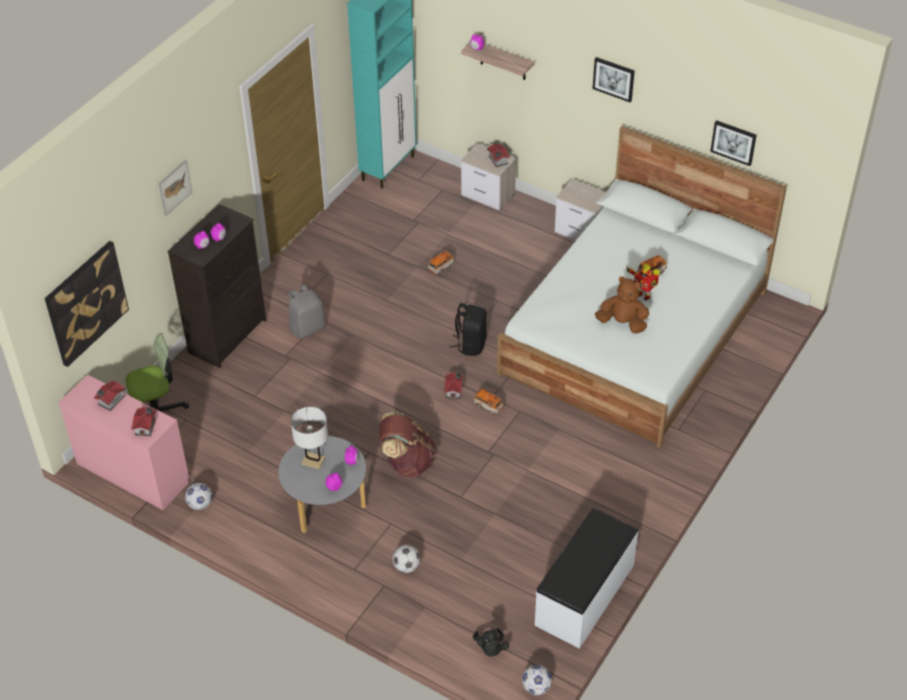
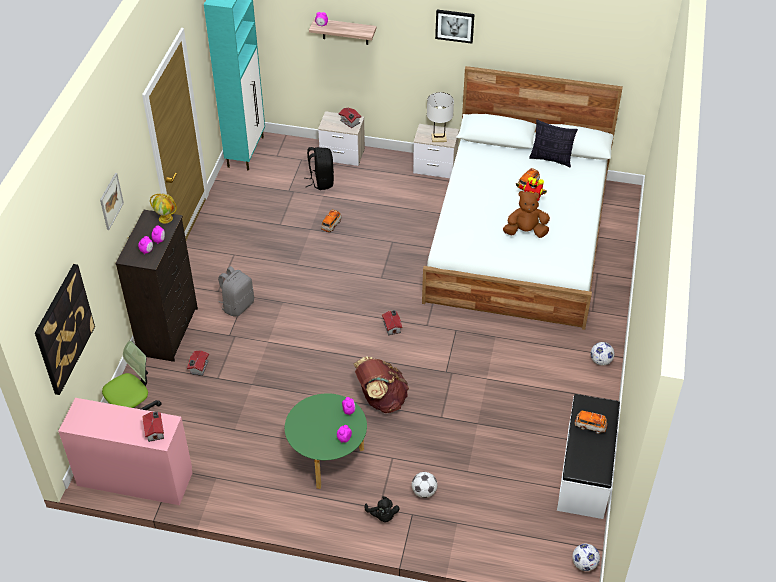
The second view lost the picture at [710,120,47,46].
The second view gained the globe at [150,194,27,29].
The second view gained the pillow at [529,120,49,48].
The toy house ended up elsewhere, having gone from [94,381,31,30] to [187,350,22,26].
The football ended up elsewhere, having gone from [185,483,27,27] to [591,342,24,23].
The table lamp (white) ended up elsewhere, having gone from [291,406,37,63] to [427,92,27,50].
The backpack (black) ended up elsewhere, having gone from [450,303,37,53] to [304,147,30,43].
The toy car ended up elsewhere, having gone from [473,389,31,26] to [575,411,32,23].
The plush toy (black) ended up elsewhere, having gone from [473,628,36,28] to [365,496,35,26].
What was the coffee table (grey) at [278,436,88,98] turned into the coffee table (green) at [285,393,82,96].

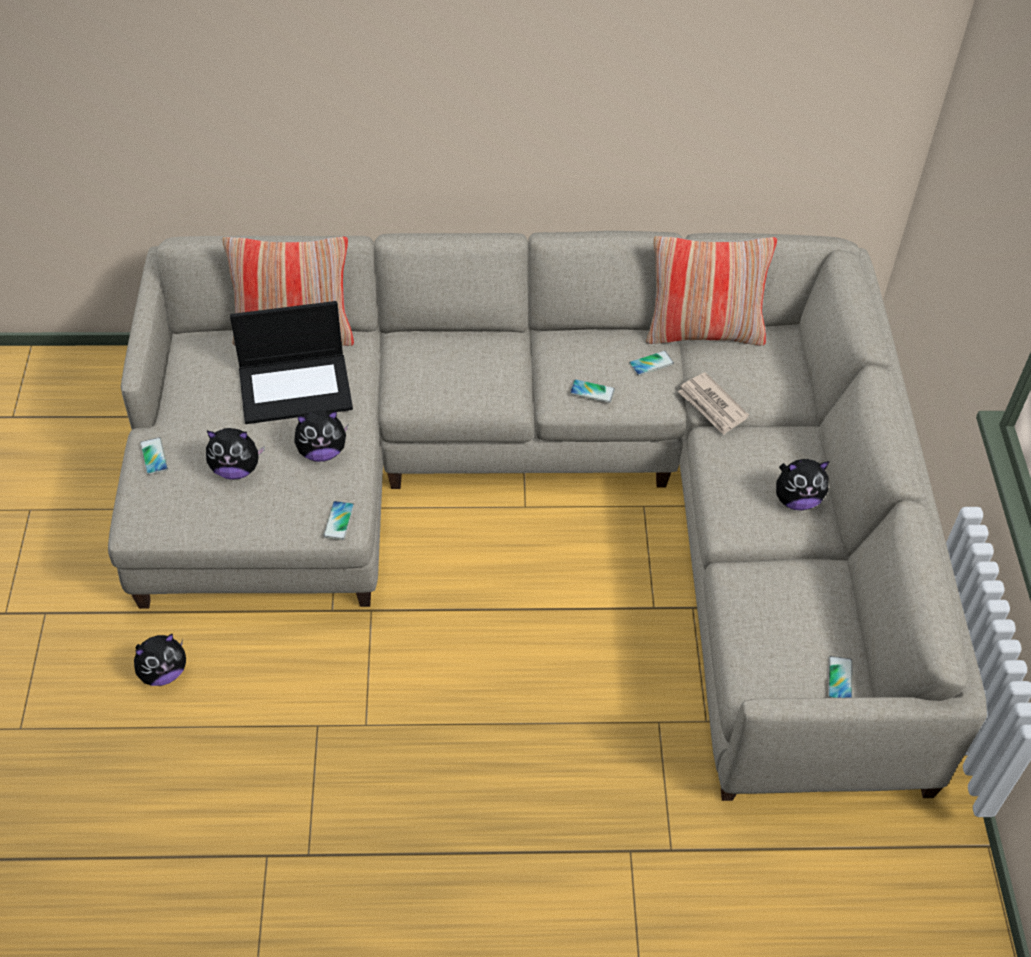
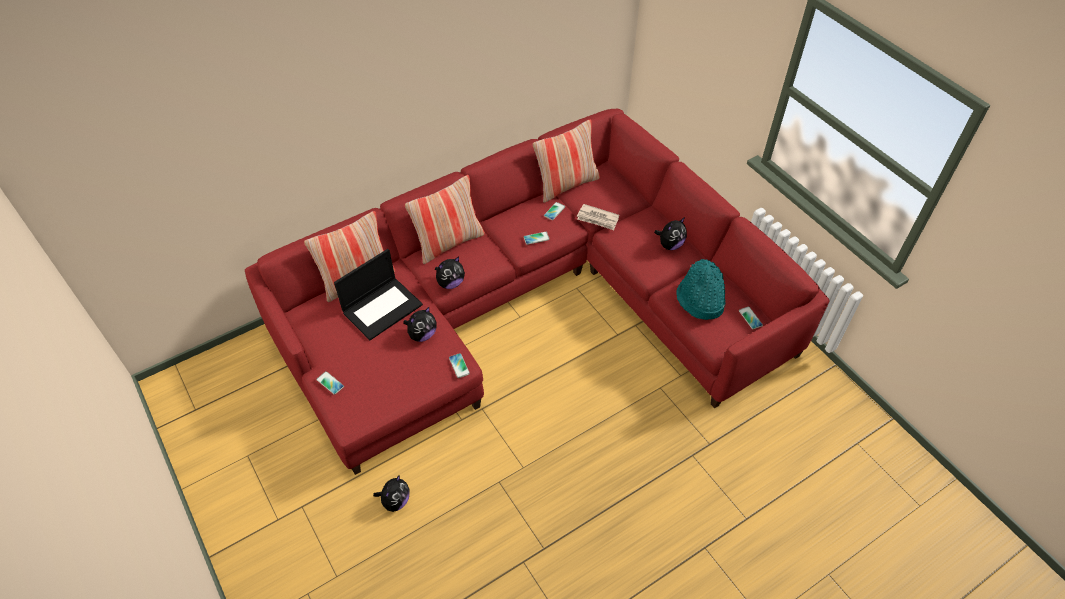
The second view gained the pillow at [405,175,80,89].
The second view gained the hat (turquoise) at [676,259,49,61].
The plush toy ended up elsewhere, having gone from [206,428,59,52] to [435,257,30,32].
What was the sofa (beige) at [108,231,879,570] turned into the sofa (red) at [245,109,585,366].

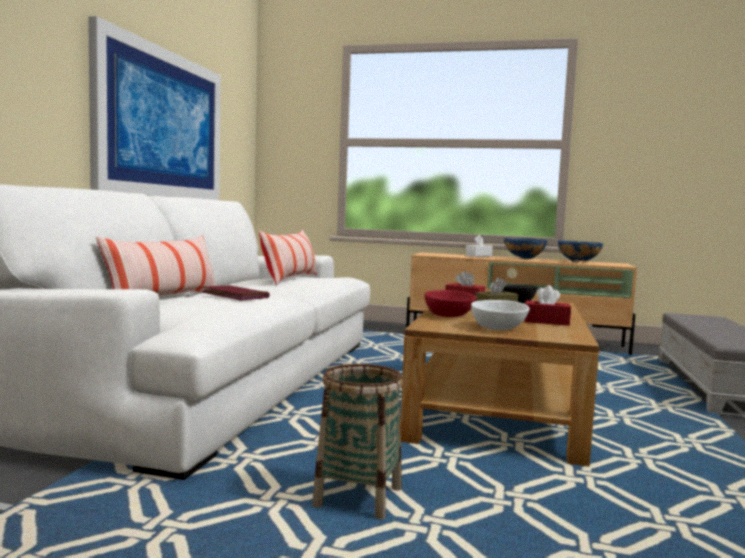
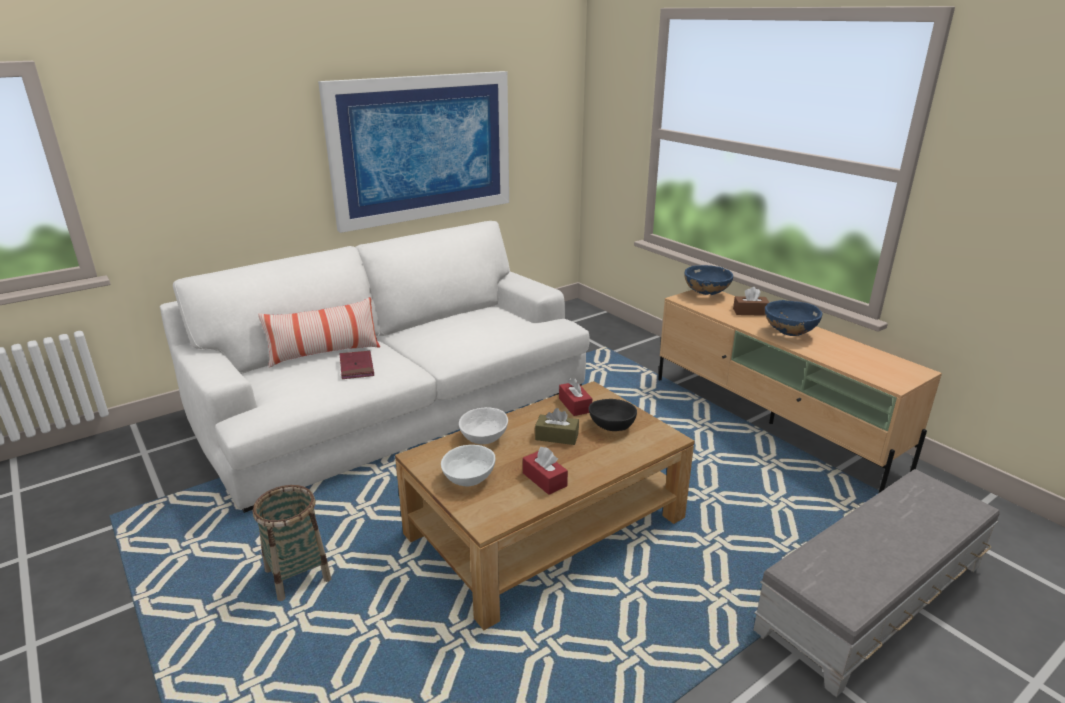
The second view lost the pillow at [259,230,58,55].
The bowl (blue) ended up elsewhere, having gone from [558,240,45,23] to [684,265,49,30].
What was the bowl (red) at [425,290,52,27] turned into the bowl (white) at [459,407,49,37].
What was the tissue box (white) at [466,235,27,22] turned into the tissue box (brown) at [733,287,37,29].

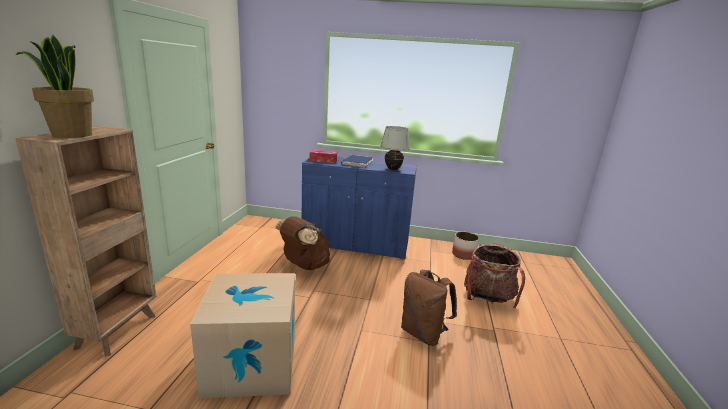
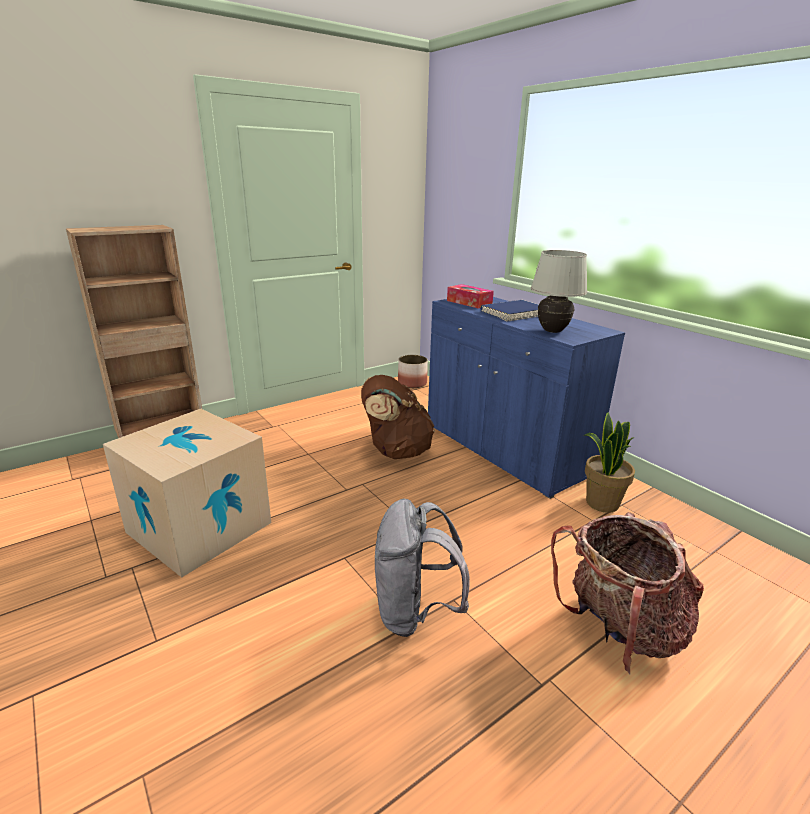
The potted plant ended up elsewhere, having gone from [16,35,78,103] to [585,412,50,101].
The planter ended up elsewhere, having gone from [452,232,27,28] to [398,355,30,33].
What was the backpack (brown) at [401,270,56,76] turned into the backpack (grey) at [375,499,95,138].

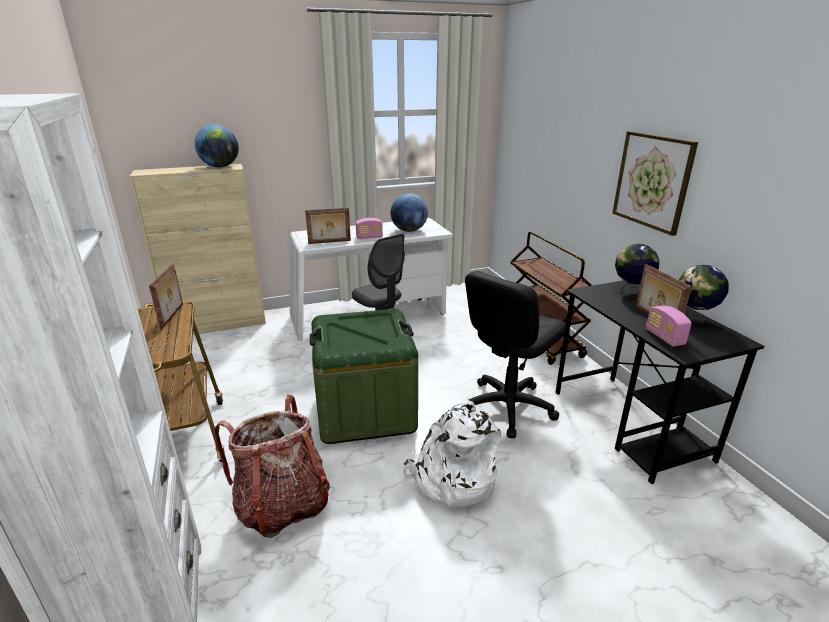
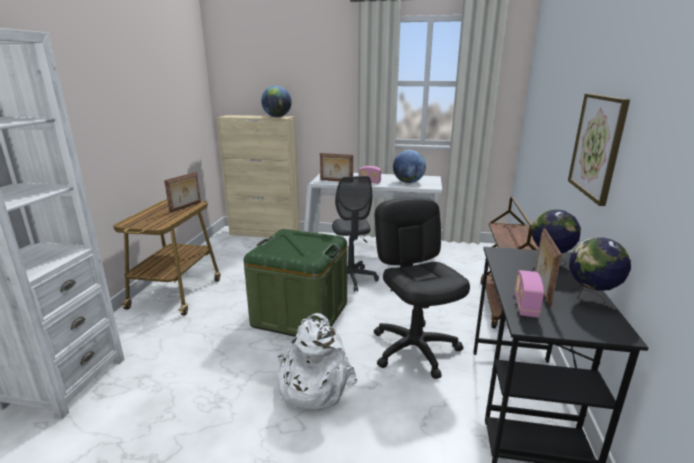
The second view lost the backpack at [214,395,116,143].
The office chair (black) at [461,271,106,167] ended up facing another way, 90 degrees clockwise from before.

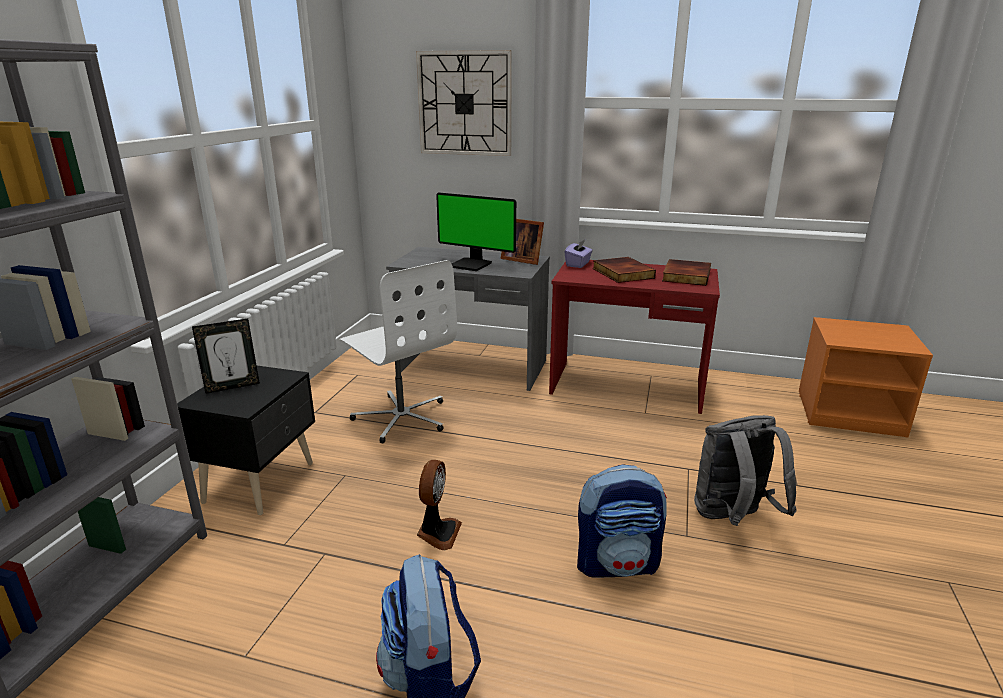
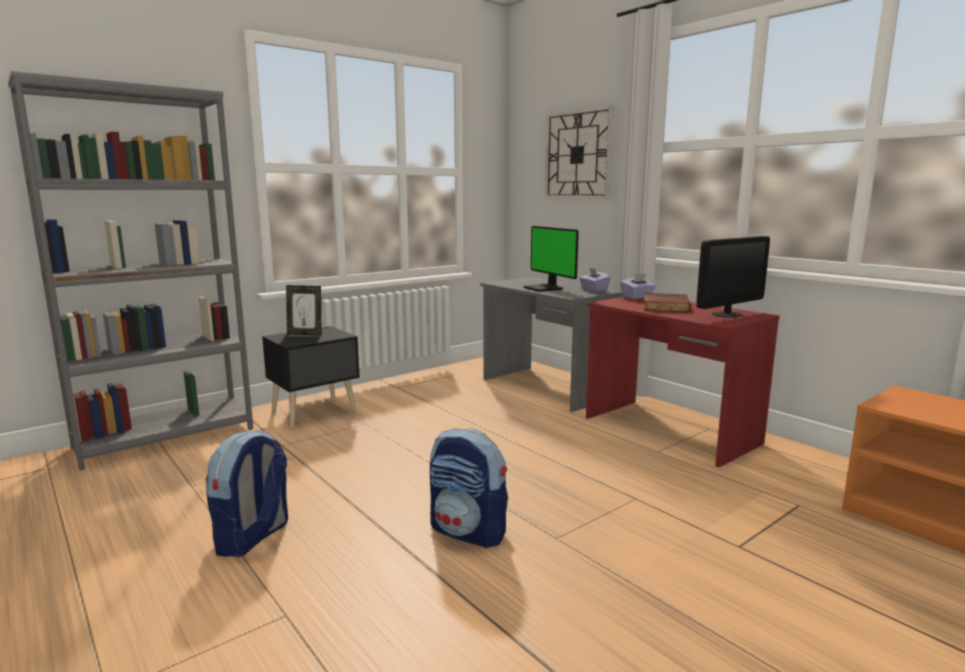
The second view lost the office chair (white) at [340,260,117,184].
The second view lost the fan at [417,460,45,90].
The second view lost the backpack (grey) at [694,415,103,111].
Where the picture frame stood at [501,219,43,46], the tissue box (purple) came to stand at [579,267,31,25].
Where the book stood at [662,259,49,27], the monitor came to stand at [696,236,74,82].

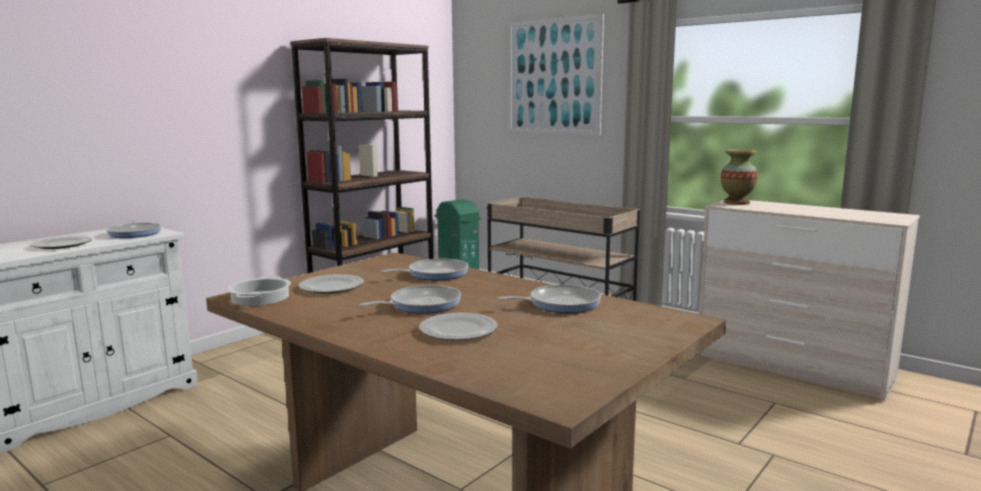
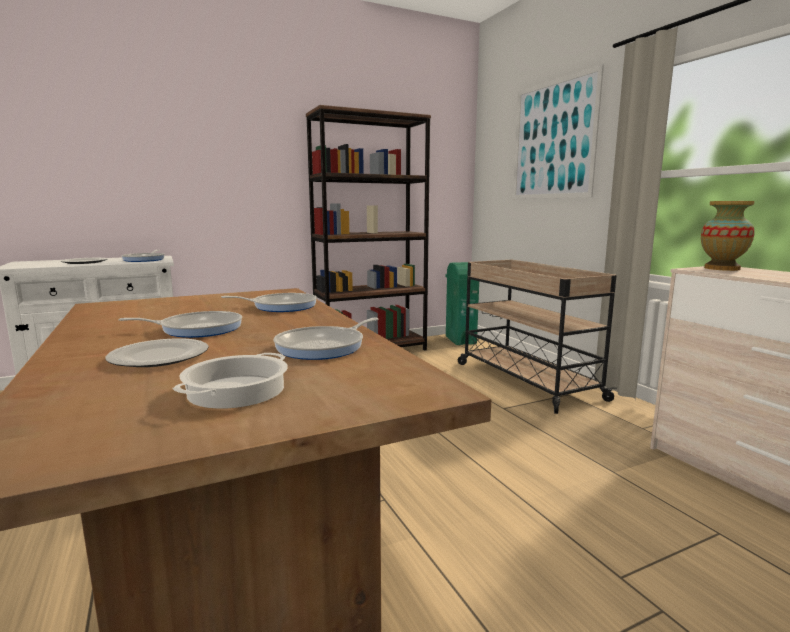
The second view lost the plate at [299,274,65,19].
The cooking pot ended up elsewhere, having gone from [227,276,64,30] to [172,353,116,56].
The frying pan at [497,285,104,28] ended up facing another way, 120 degrees clockwise from before.

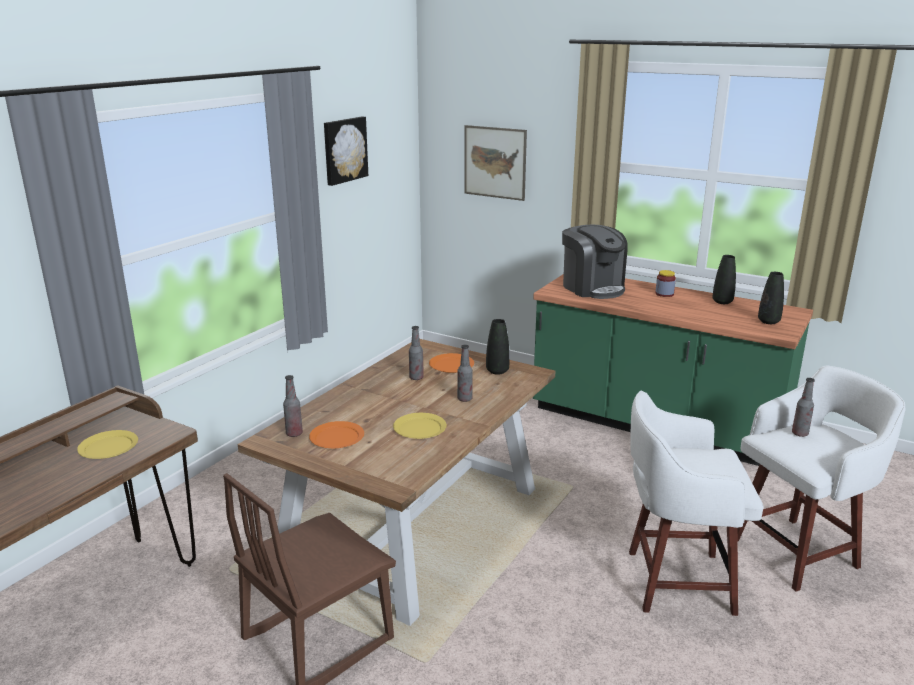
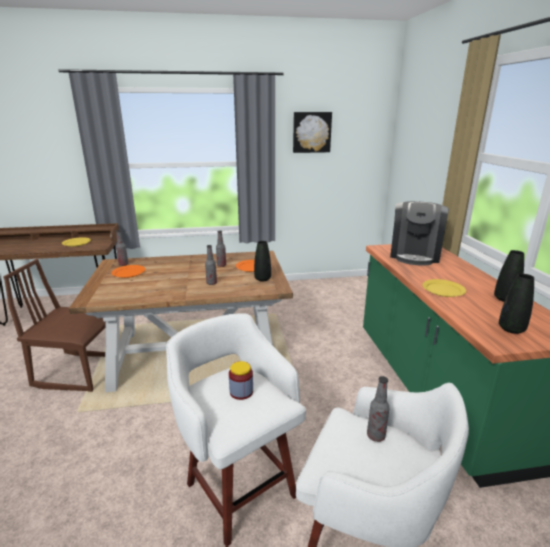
The second view lost the picture at [464,125,63,76].
The plate (yellow) ended up elsewhere, having gone from [393,413,54,26] to [422,279,44,18].
The jar ended up elsewhere, having gone from [655,270,21,27] to [229,361,24,39].

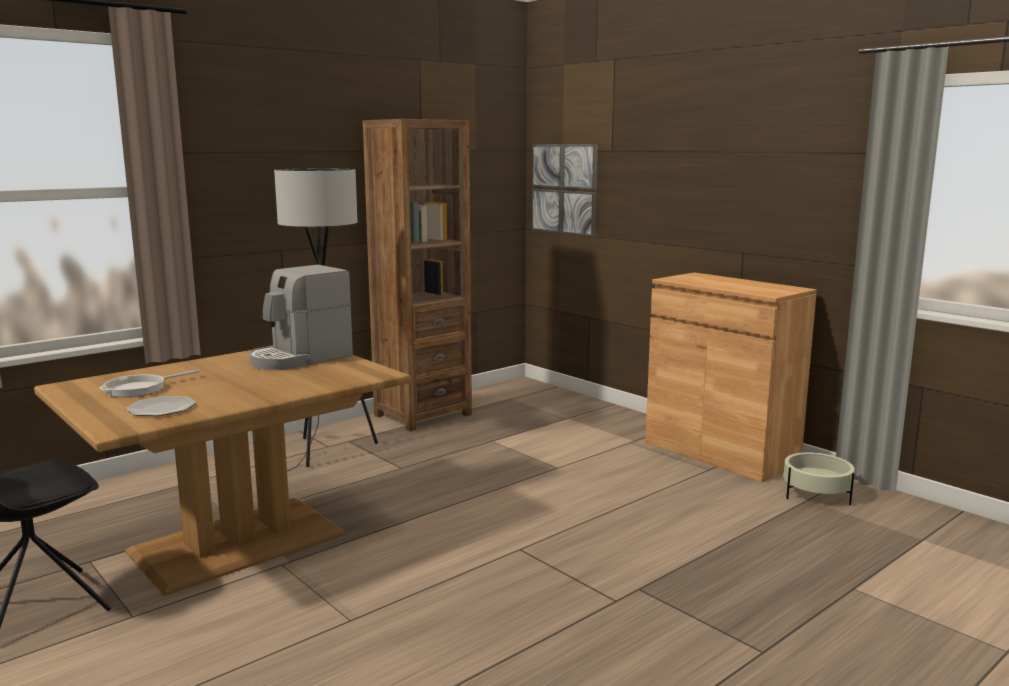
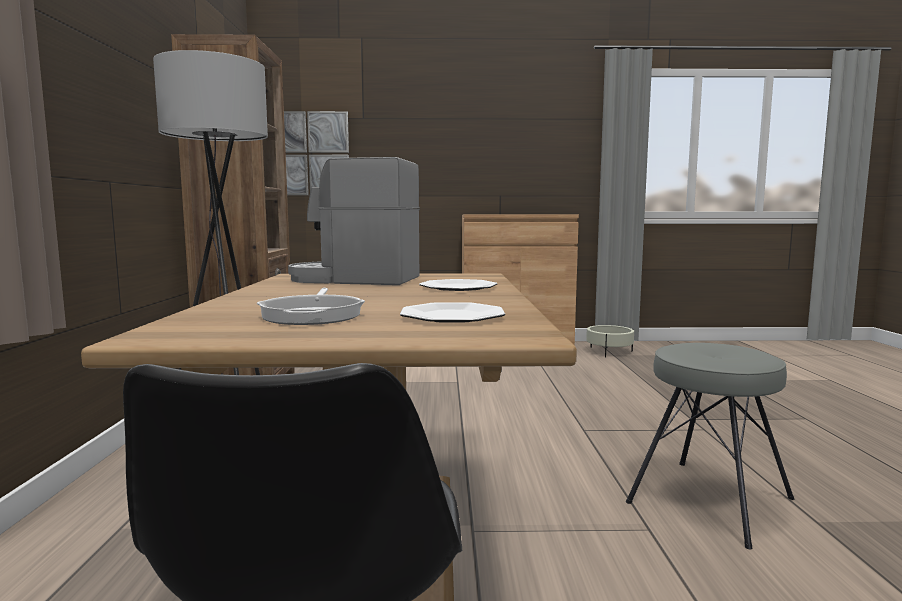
The second view gained the plate at [419,279,78,12].
The second view gained the stool (grey) at [626,343,168,206].
The coffee machine at [249,265,104,105] ended up facing another way, 105 degrees clockwise from before.

